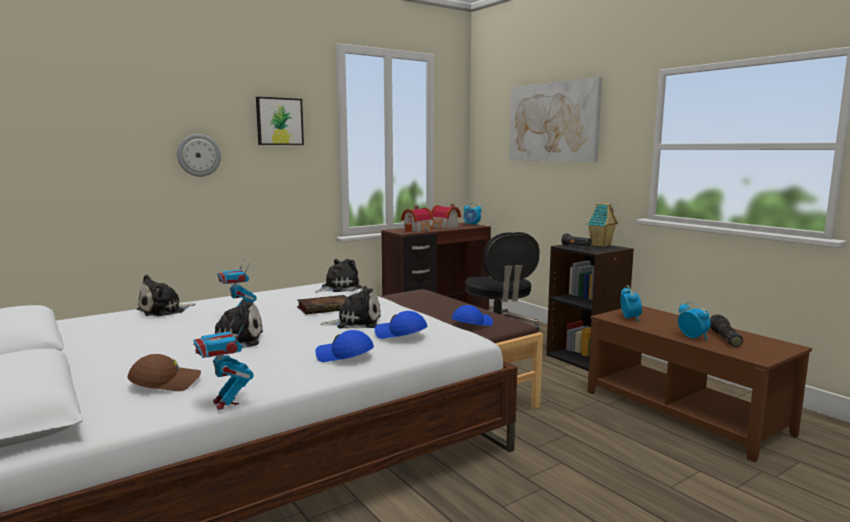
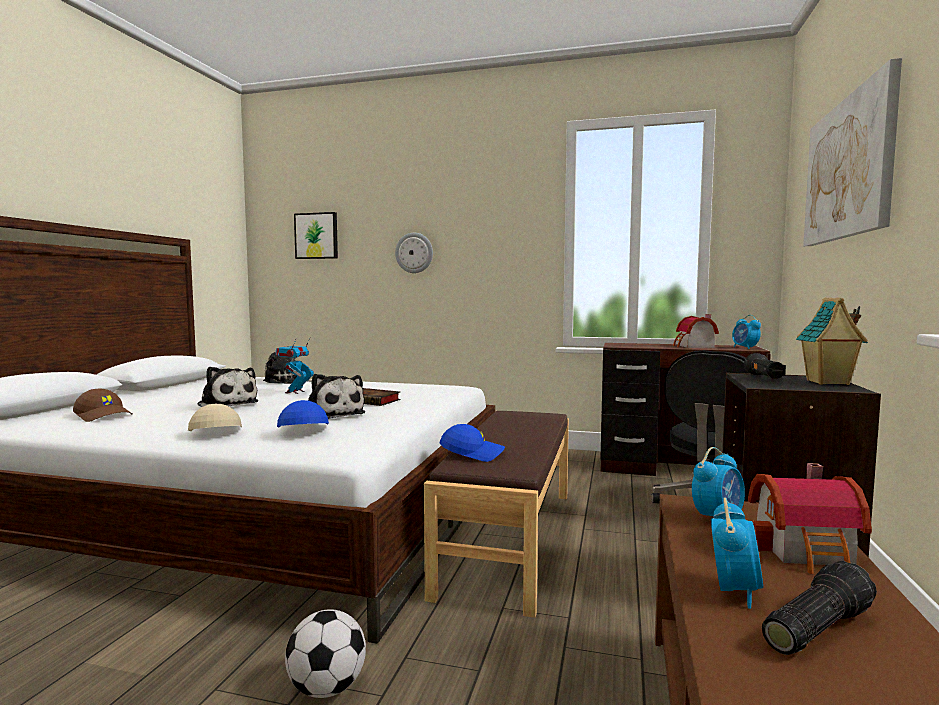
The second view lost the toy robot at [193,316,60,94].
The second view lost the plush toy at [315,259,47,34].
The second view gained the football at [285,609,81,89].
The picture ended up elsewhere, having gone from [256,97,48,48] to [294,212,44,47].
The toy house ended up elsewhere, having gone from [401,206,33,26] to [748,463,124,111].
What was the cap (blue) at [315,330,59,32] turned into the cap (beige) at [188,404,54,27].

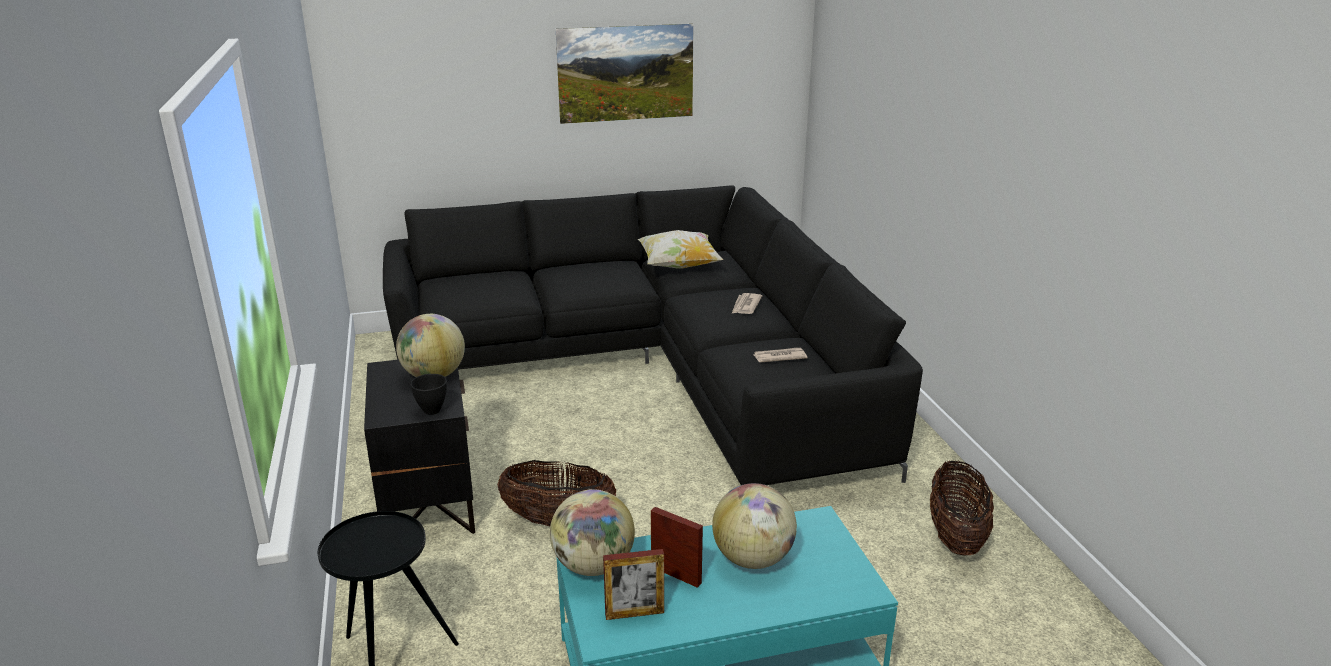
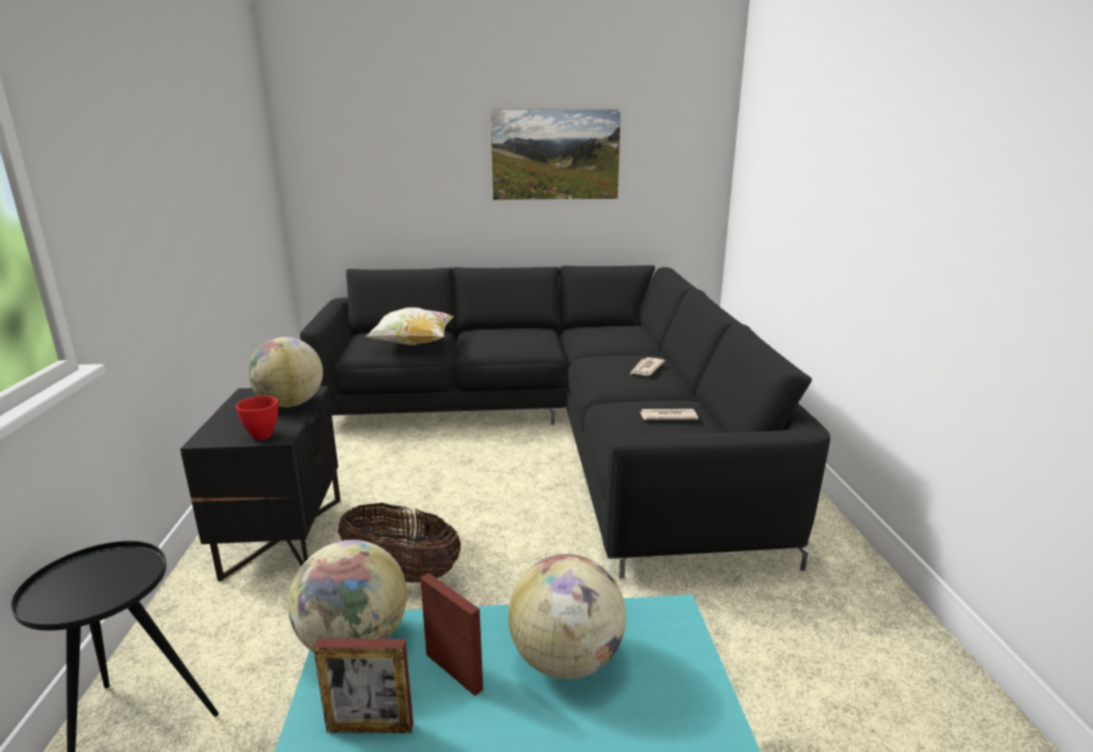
The second view lost the basket at [930,460,64,95].
The pillow ended up elsewhere, having gone from [638,230,86,39] to [365,307,89,38].
What was the bowl (black) at [410,374,37,41] turned into the bowl (red) at [236,396,42,44].

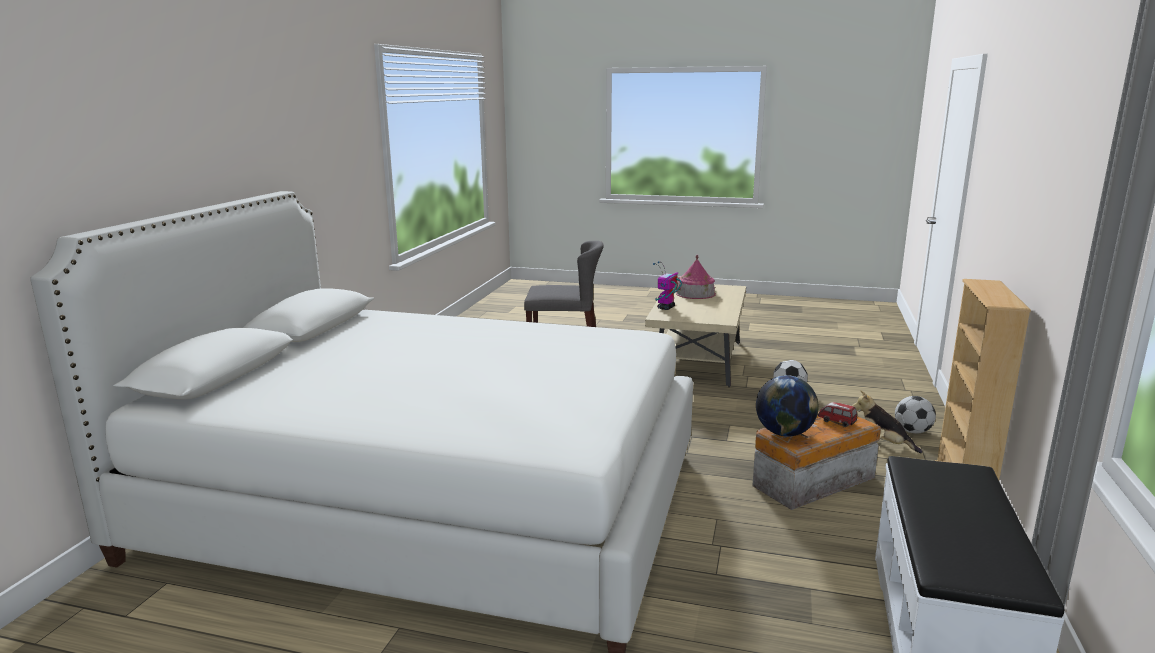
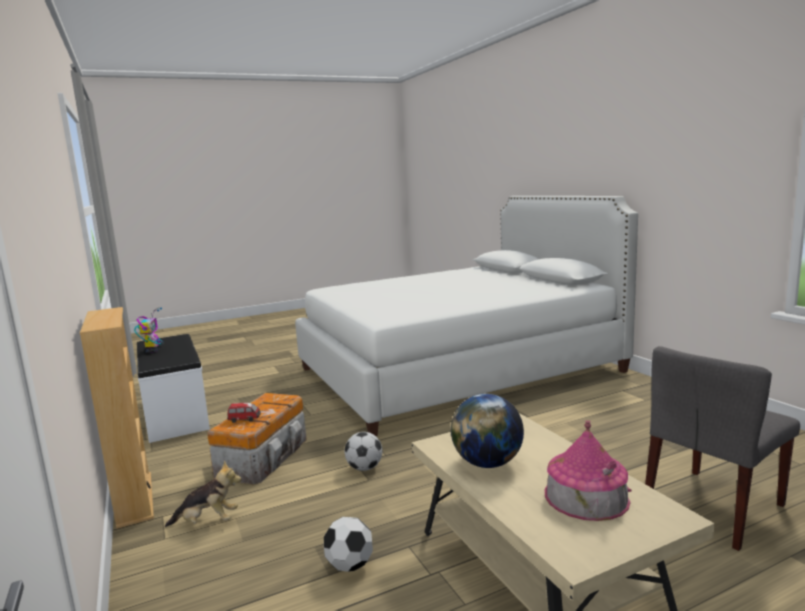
The toy robot ended up elsewhere, having gone from [653,261,29,49] to [134,307,29,46].
The globe ended up elsewhere, having gone from [756,375,63,62] to [451,394,73,74].
The football ended up elsewhere, having gone from [895,396,41,38] to [345,432,37,39].

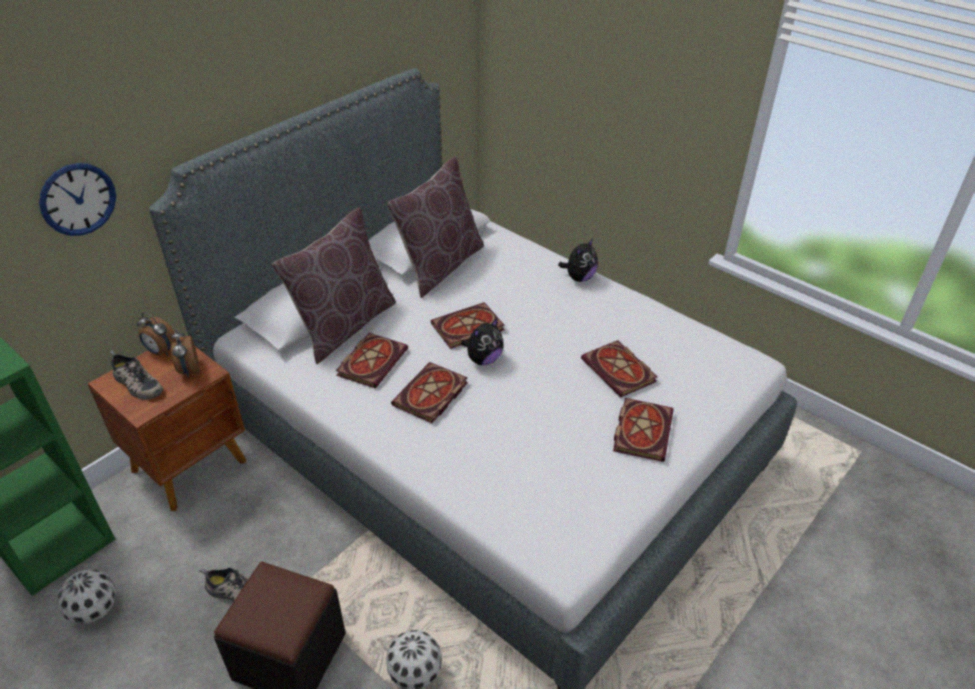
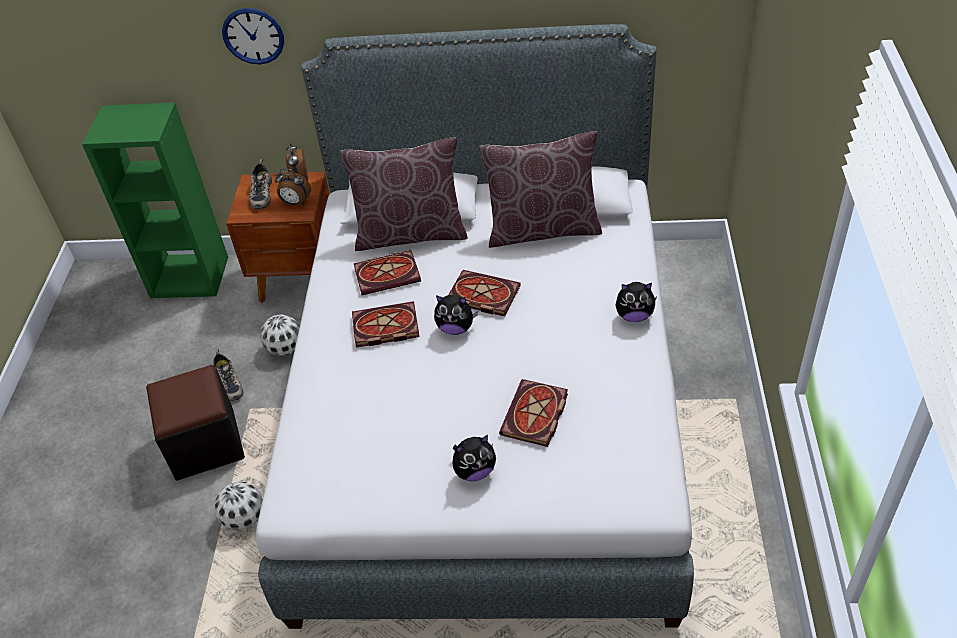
The football ended up elsewhere, having gone from [57,569,59,55] to [260,314,40,42].
Where the book stood at [613,398,61,64], the plush toy came to stand at [452,435,44,46].
The alarm clock at [170,329,30,49] ended up facing another way, 105 degrees counterclockwise from before.

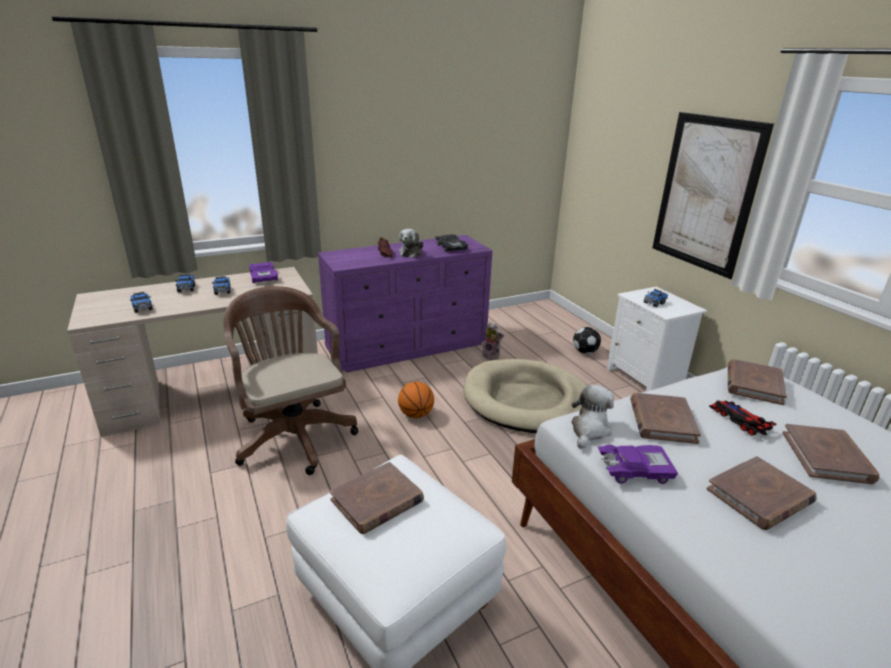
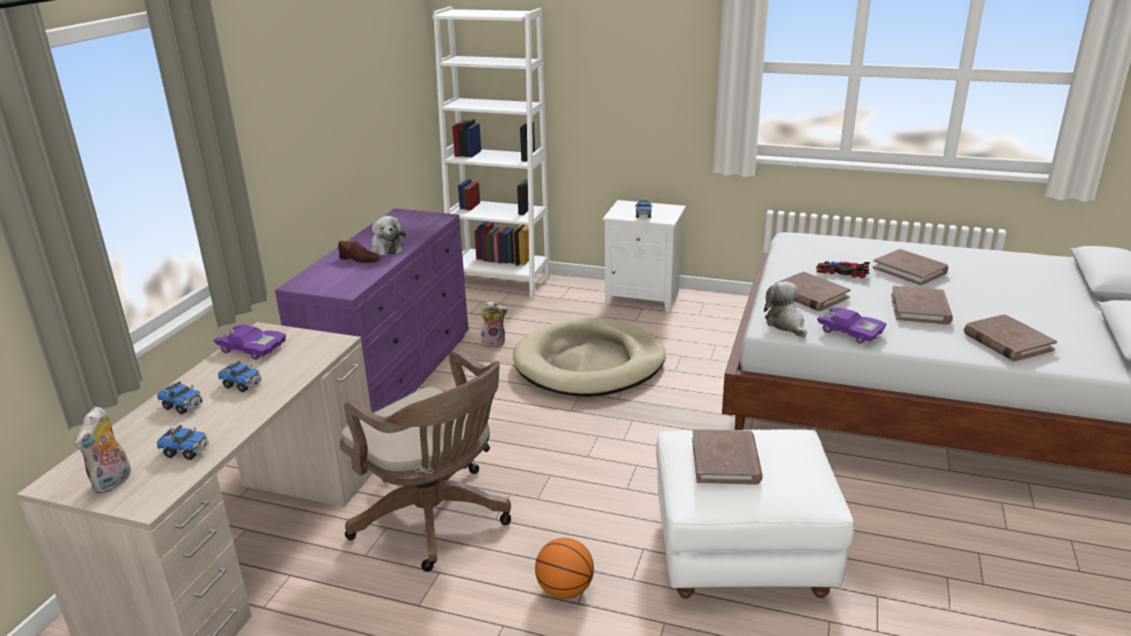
The second view lost the toy car (black) at [435,234,33,18].
The second view lost the football at [573,327,28,27].
The second view lost the picture at [652,112,122,167].
The second view gained the plush toy at [75,407,56,87].
The second view gained the bookcase (white) at [432,7,118,291].
The basketball ended up elsewhere, having gone from [398,382,36,36] to [535,538,59,61].
The book (brown) ended up elsewhere, having gone from [728,359,59,46] to [964,314,93,47].
The office chair (brown) at [223,286,135,189] ended up facing another way, 150 degrees counterclockwise from before.
The toy car (purple) at [598,445,80,39] ended up facing another way, 90 degrees clockwise from before.

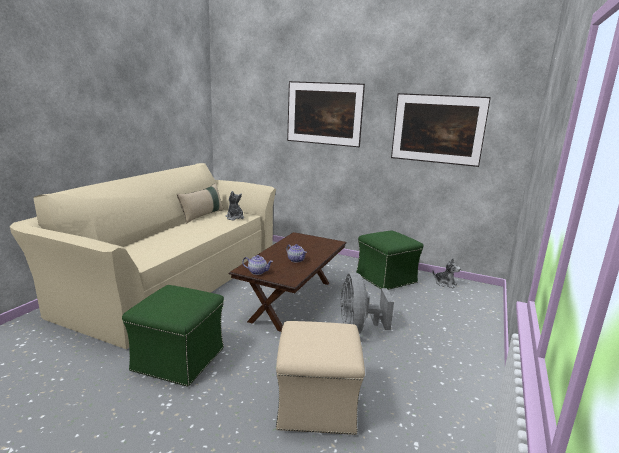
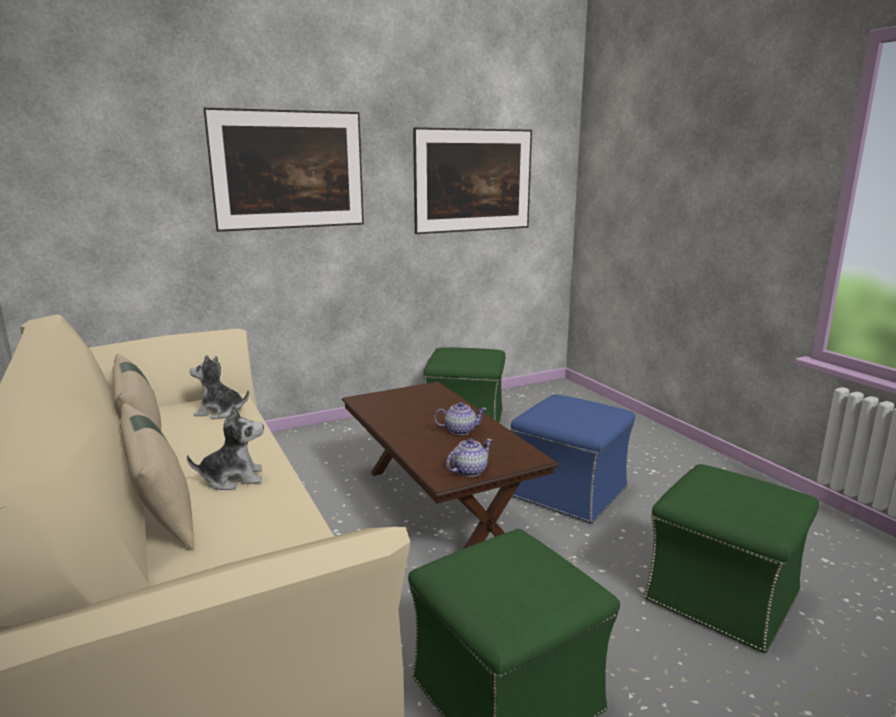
The second view gained the pillow (beige) at [120,403,74,146].
The plush toy ended up elsewhere, having gone from [432,258,29,30] to [187,405,77,85].
Where the fan (grey) stood at [340,272,54,62], the ottoman (blue) came to stand at [511,394,124,130].
What was the ottoman (beige) at [276,321,89,114] turned into the ottoman (green) at [644,464,175,189].

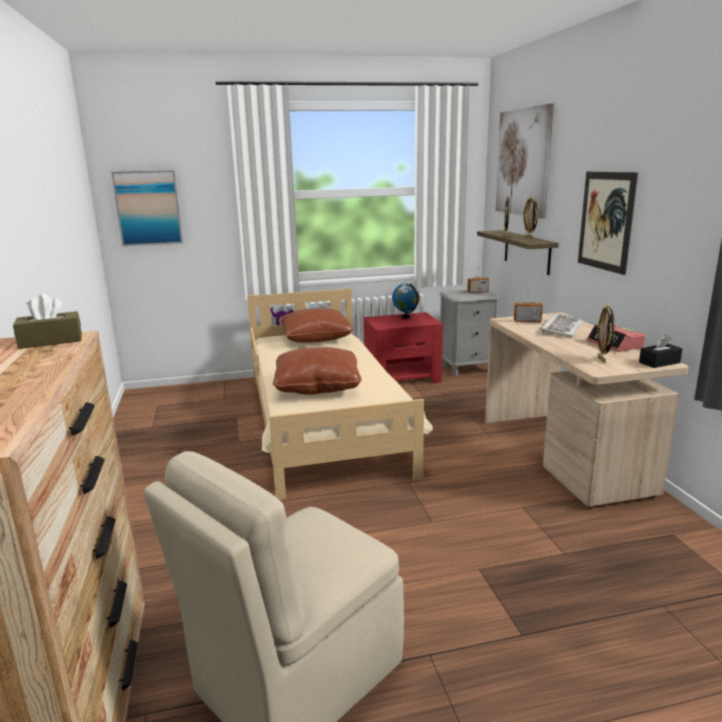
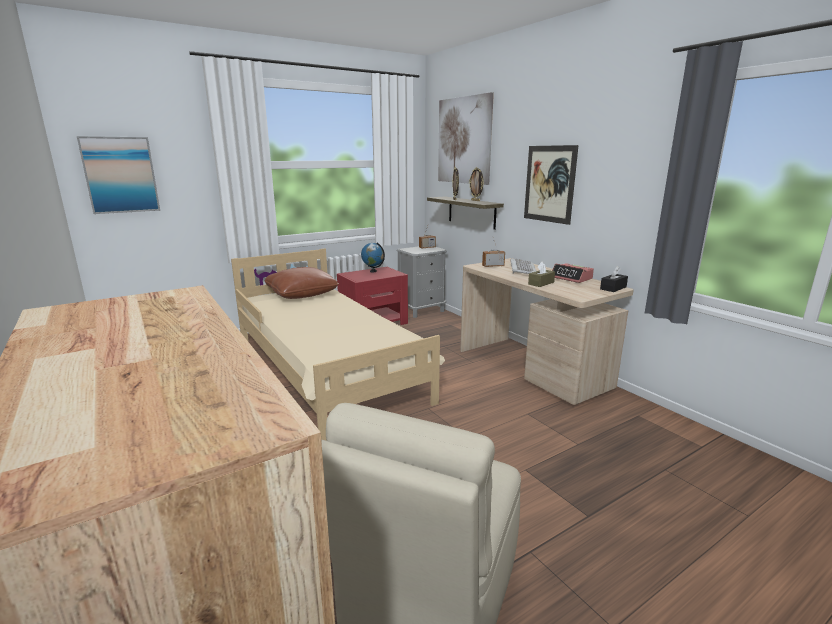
The second view lost the pillow (brown) at [273,347,88,48].
The second view lost the picture frame at [597,304,17,59].
The tissue box (brown) ended up elsewhere, having gone from [13,294,69,55] to [528,261,27,26].

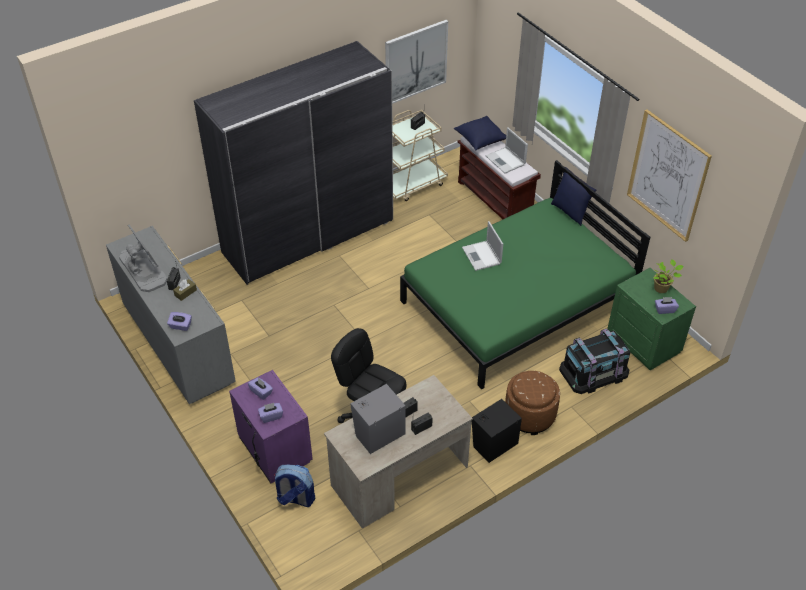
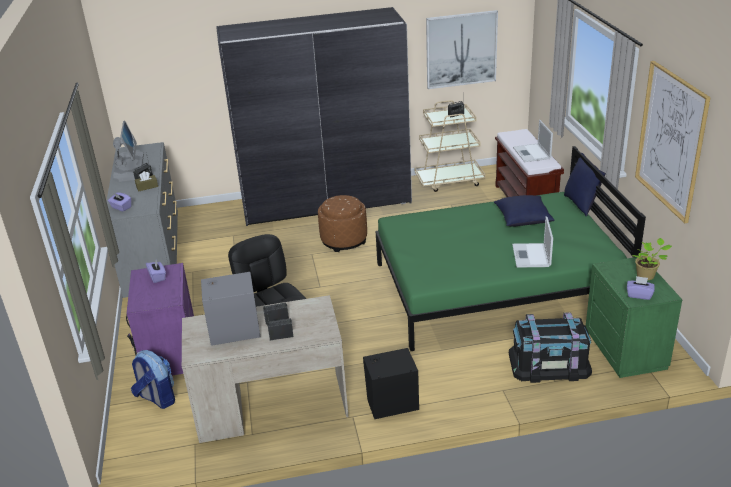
The second view lost the tissue box (purple) at [258,403,25,20].
The pillow (blue) ended up elsewhere, having gone from [454,116,52,35] to [494,195,61,32].
The laptop ended up elsewhere, having gone from [462,221,41,50] to [512,216,41,52].
The ottoman (brown) ended up elsewhere, having gone from [505,371,55,64] to [318,195,49,57].

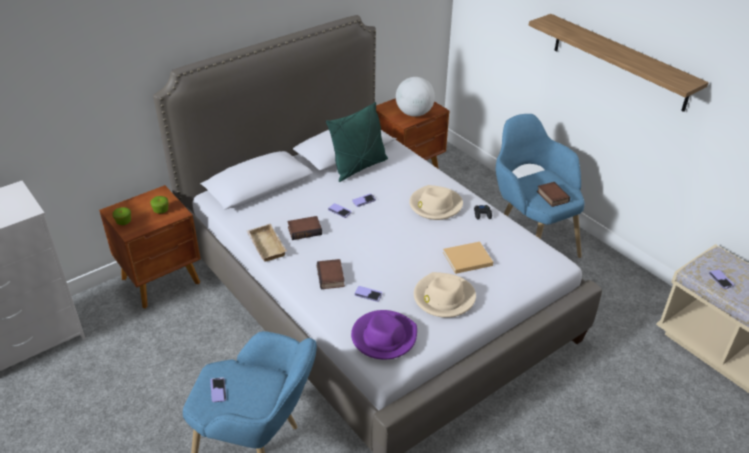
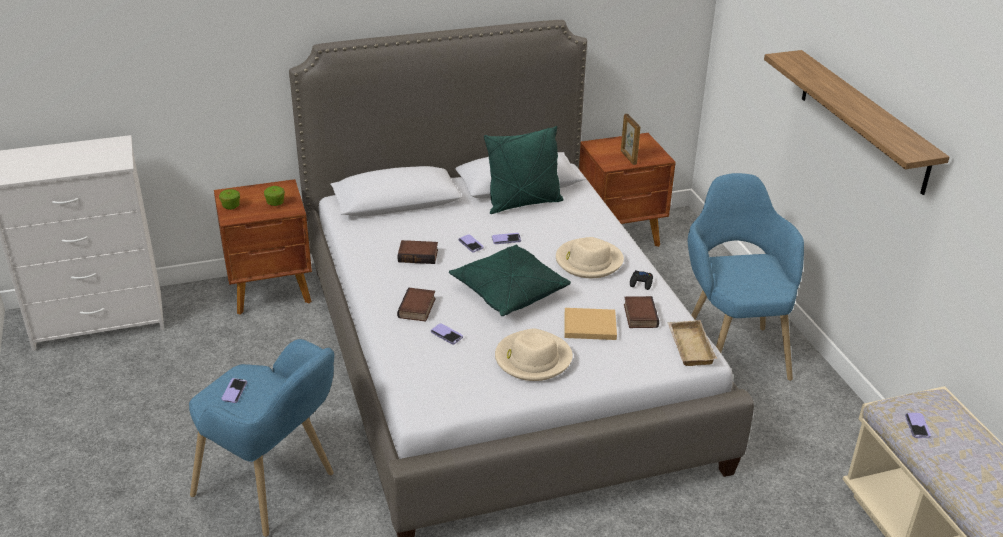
The second view lost the hat (purple) at [351,310,66,50].
The second view gained the pillow (green) at [449,244,122,72].
The tray (beige) ended up elsewhere, having gone from [247,224,40,38] to [668,320,49,46].
The book ended up elsewhere, having gone from [537,182,33,25] to [624,296,35,32].
Where the globe stood at [396,77,39,40], the picture frame came to stand at [621,114,19,51].

